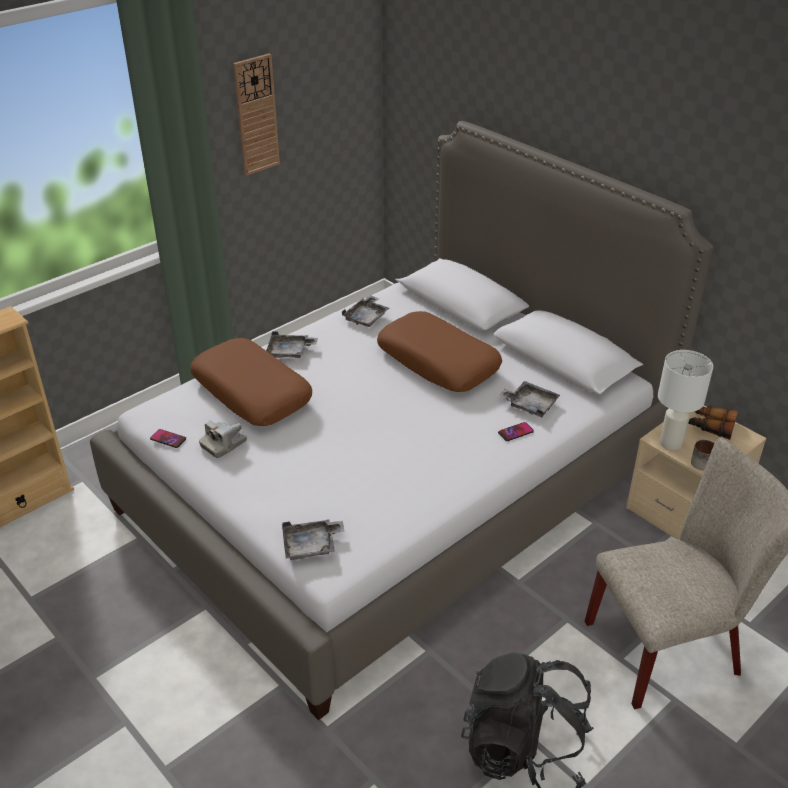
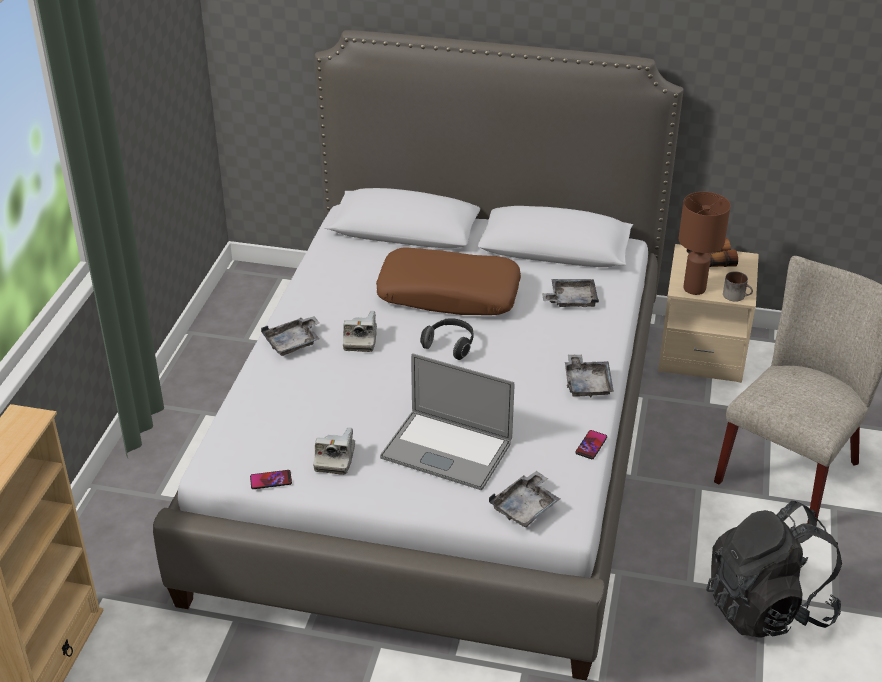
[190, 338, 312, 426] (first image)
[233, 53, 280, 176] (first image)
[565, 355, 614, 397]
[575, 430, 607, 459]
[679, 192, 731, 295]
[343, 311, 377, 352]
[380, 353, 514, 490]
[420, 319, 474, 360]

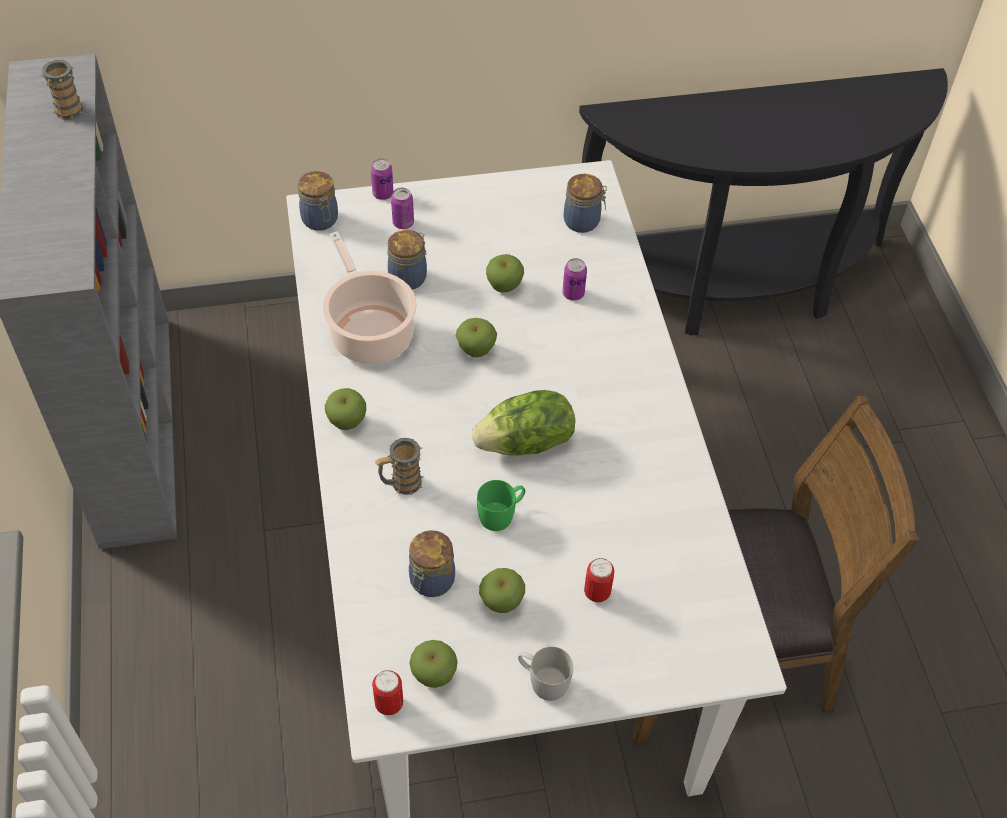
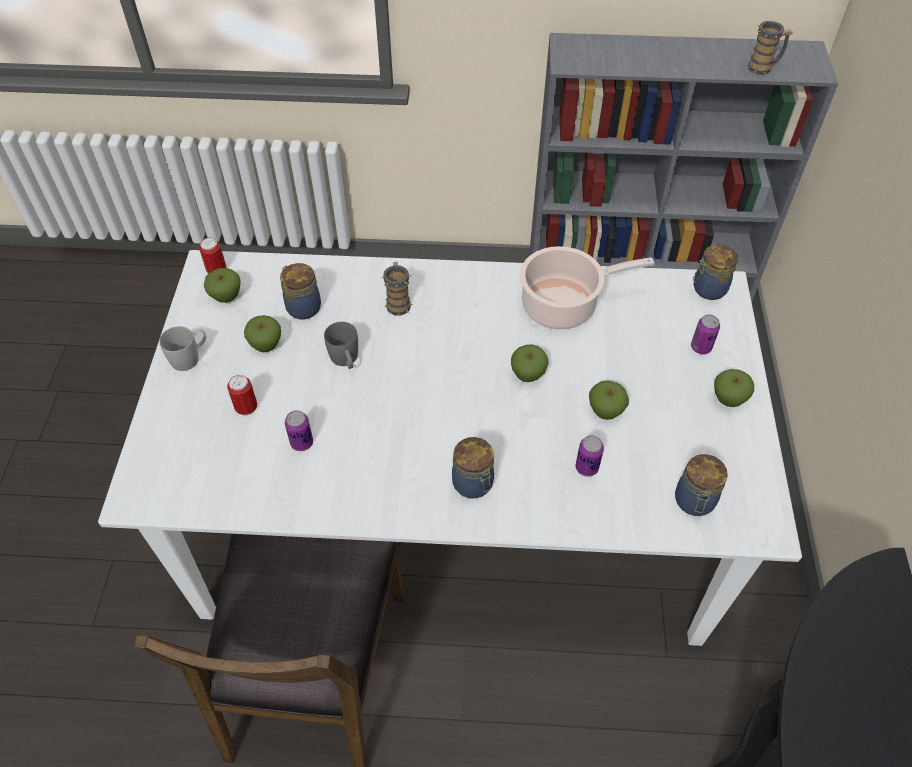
[714, 369, 754, 407]
[285, 410, 313, 451]
[452, 437, 494, 499]
[472, 390, 575, 455] (first image)
[324, 322, 358, 369]

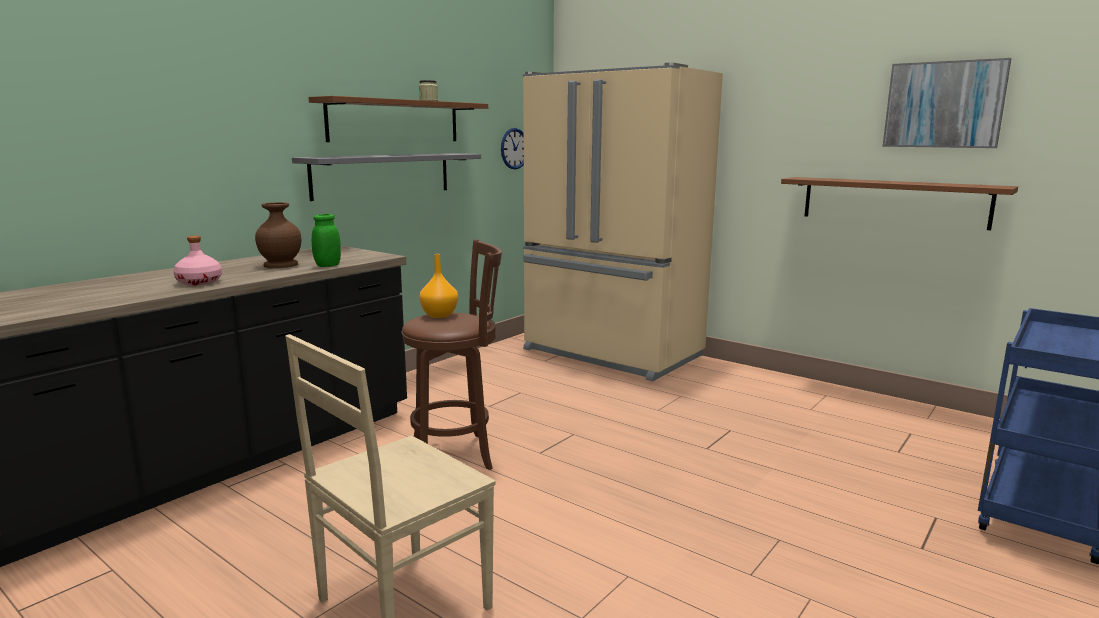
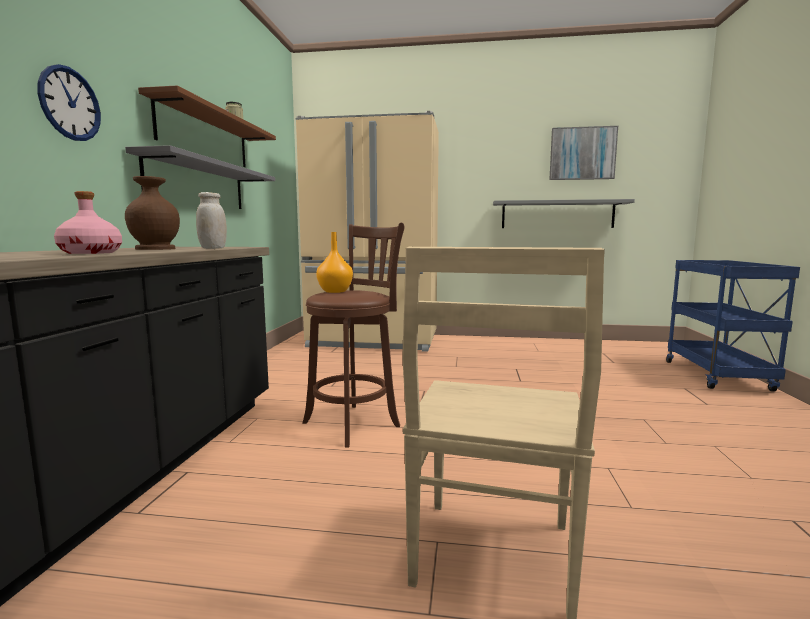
[196, 192, 227, 249]
[37, 64, 101, 141]
[493, 199, 635, 228]

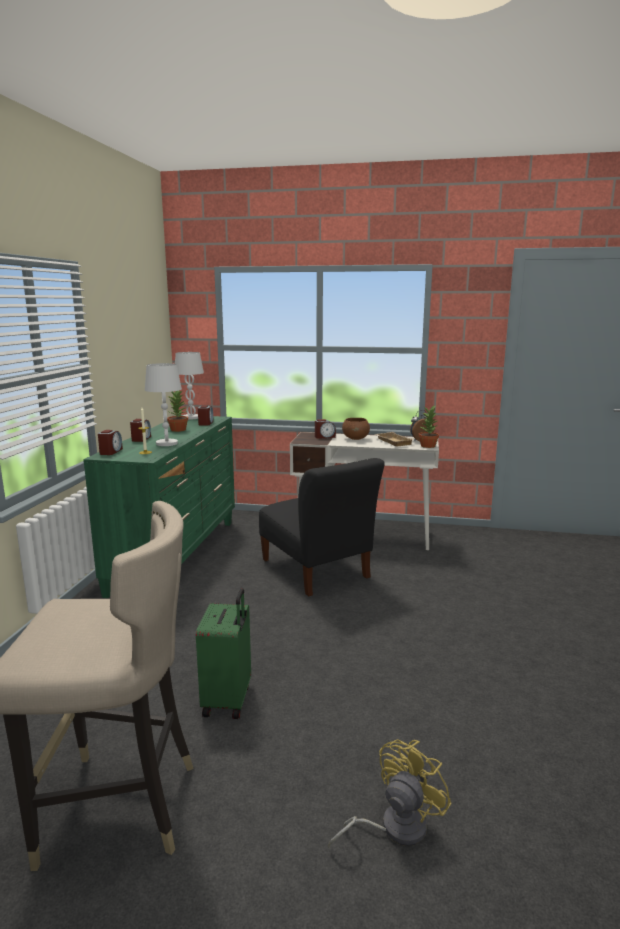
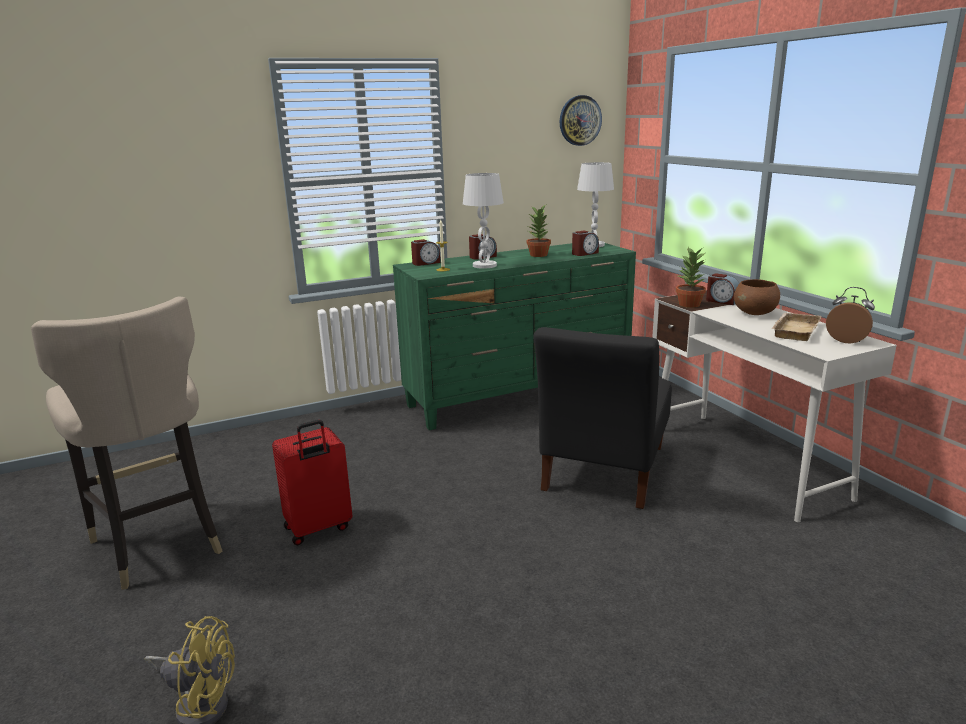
[272, 420, 352, 545]
[676, 247, 706, 308]
[560, 95, 602, 146]

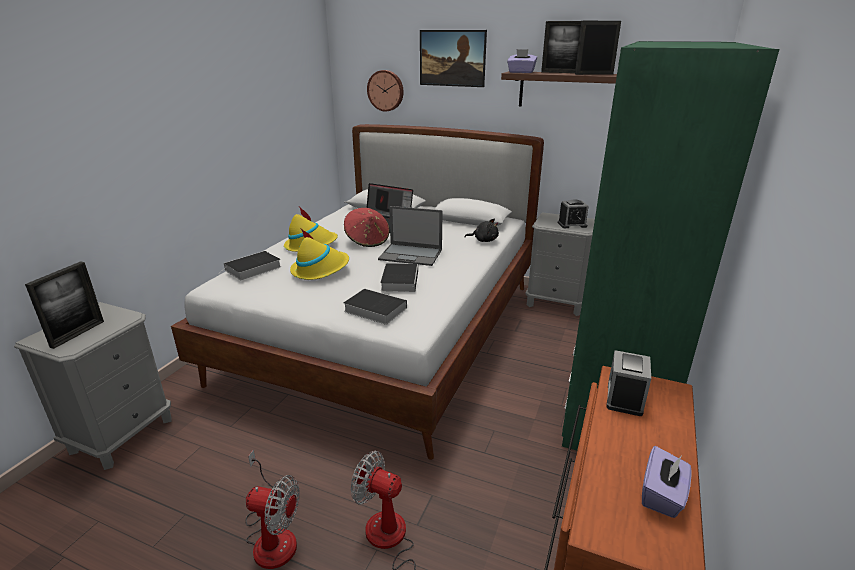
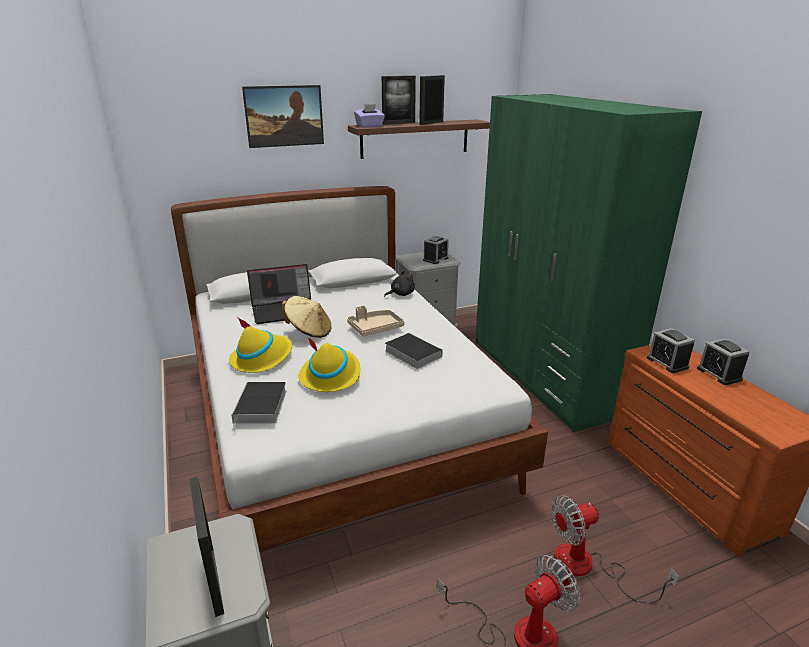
[343, 289, 407, 325] (first image)
[282, 296, 332, 338]
[367, 70, 404, 112] (first image)
[347, 305, 404, 336]
[642, 446, 692, 518] (first image)
[697, 338, 750, 385]

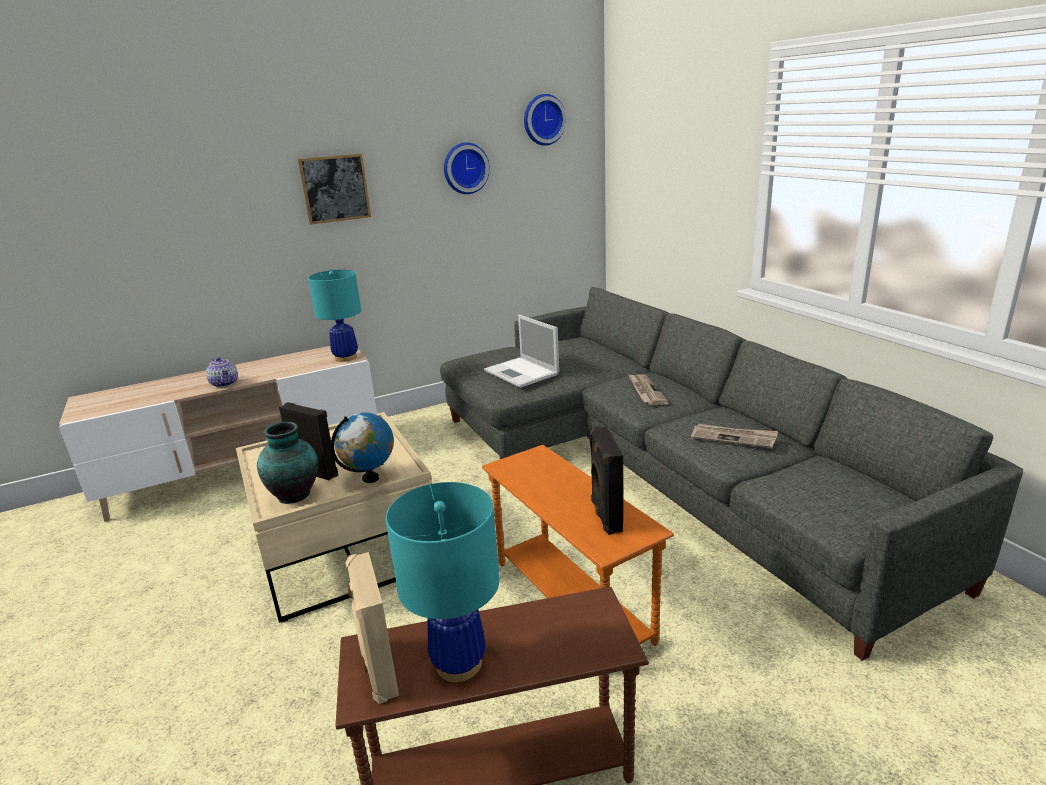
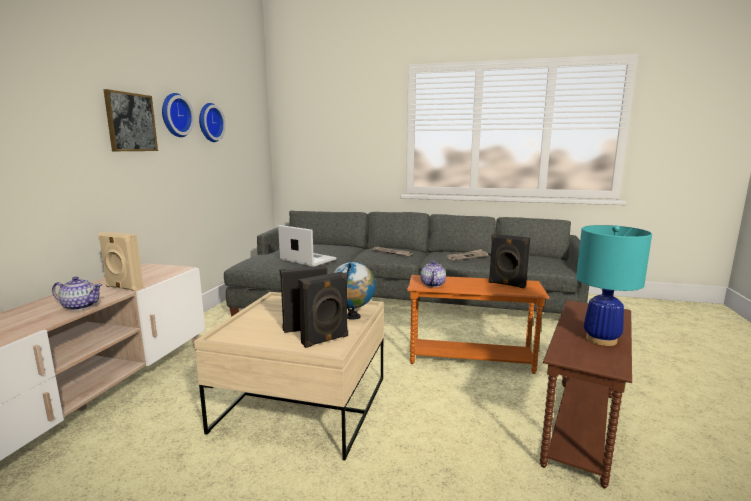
[298, 272, 348, 348]
[308, 270, 361, 362] (first image)
[98, 232, 144, 291]
[278, 225, 336, 267]
[162, 93, 194, 137]
[420, 261, 446, 287]

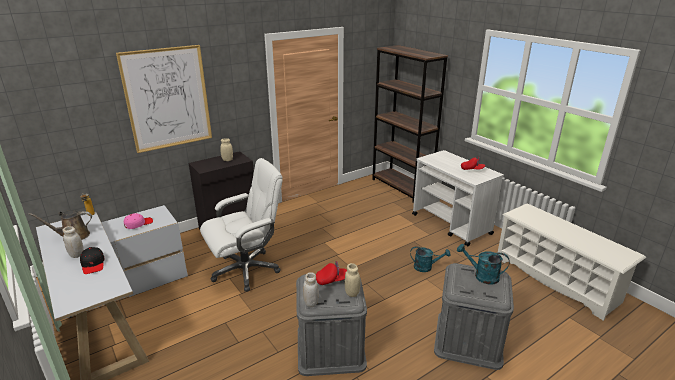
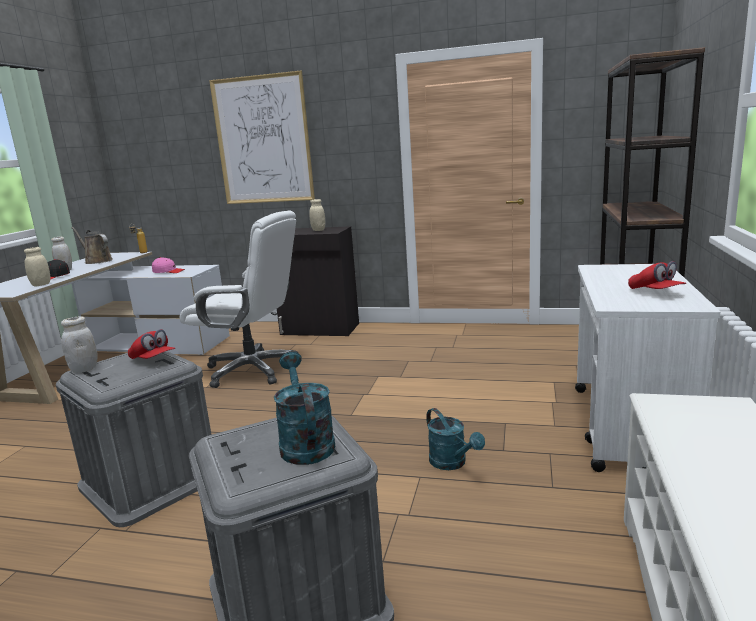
[24, 247, 50, 287]

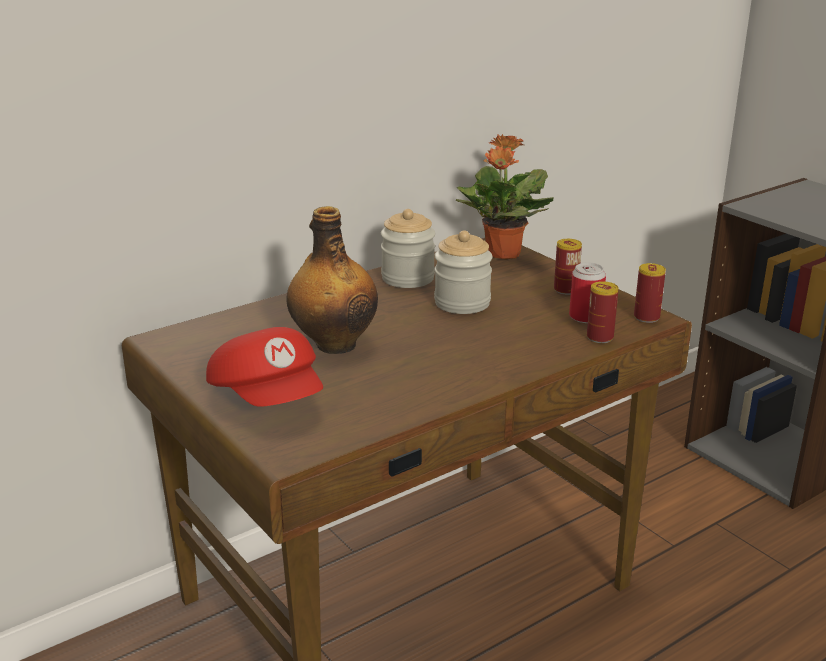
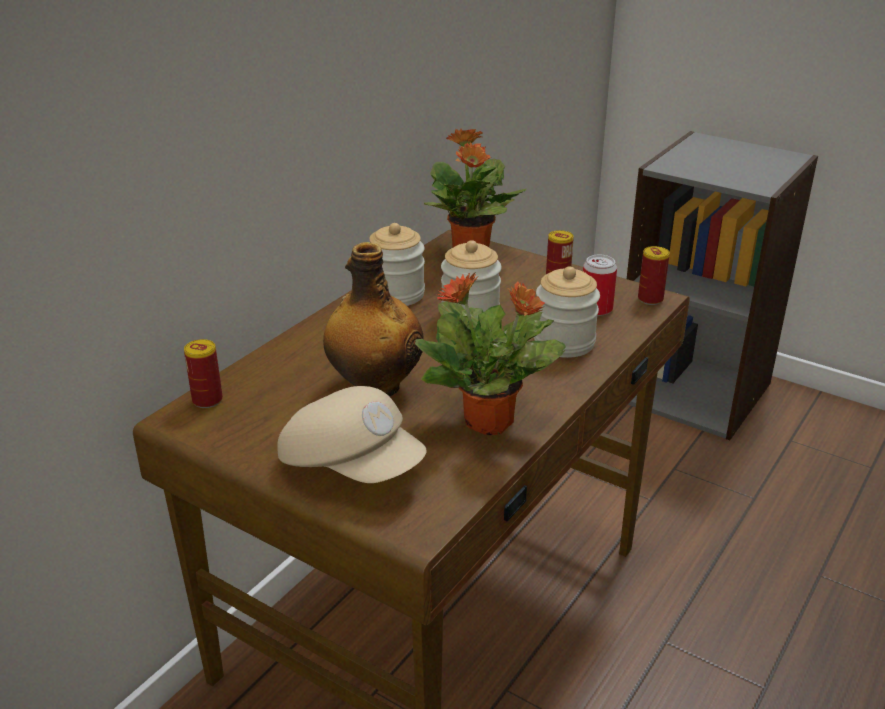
[277, 386, 427, 483]
[184, 339, 223, 408]
[415, 273, 566, 435]
[534, 266, 600, 358]

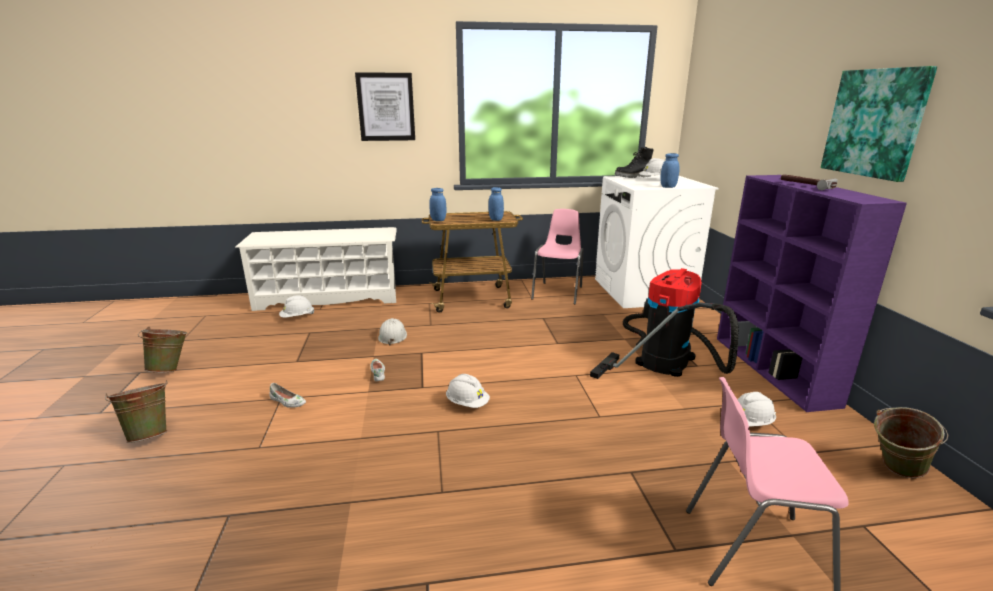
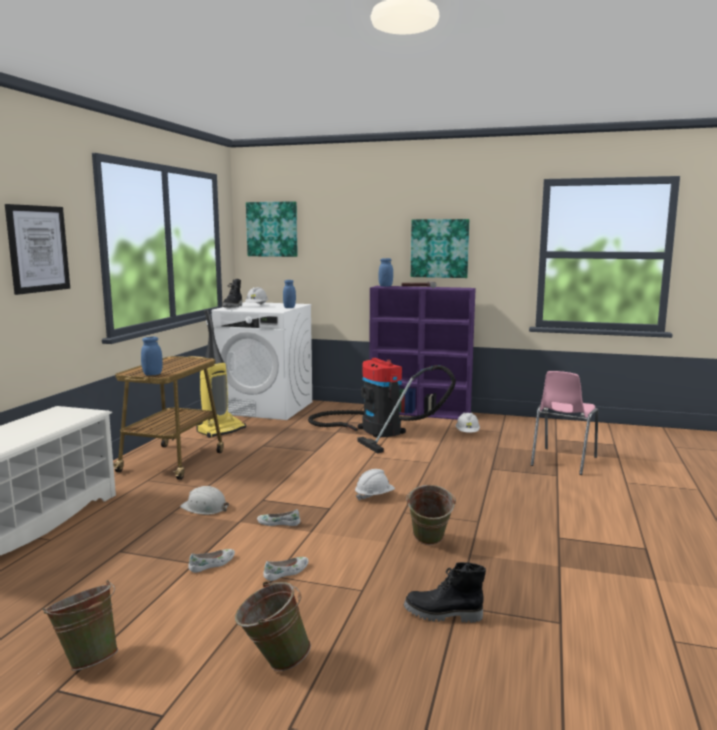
[279, 295, 314, 318] (first image)
[378, 258, 393, 287]
[196, 310, 246, 438]
[406, 485, 456, 545]
[189, 549, 235, 573]
[246, 201, 298, 257]
[404, 562, 486, 623]

